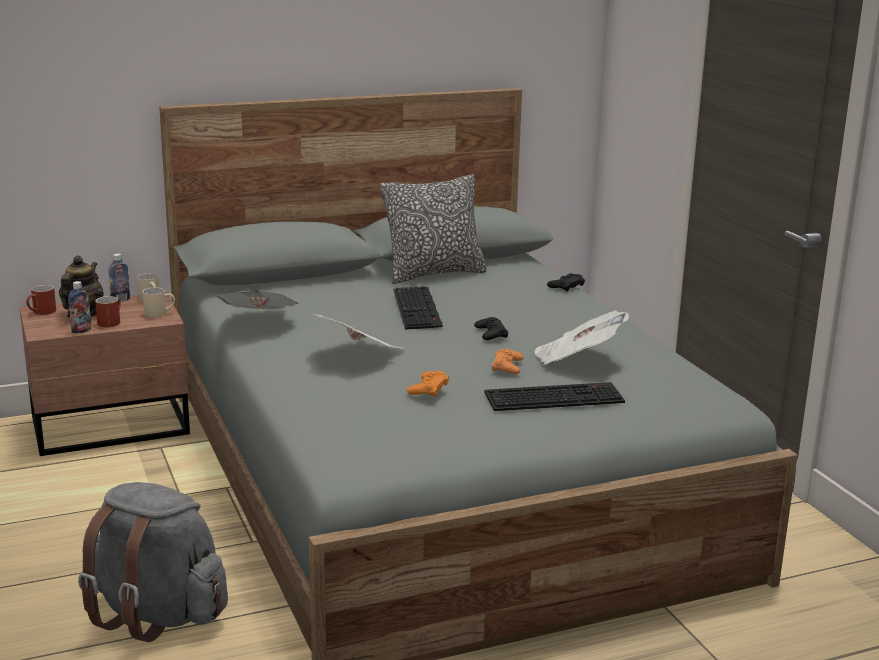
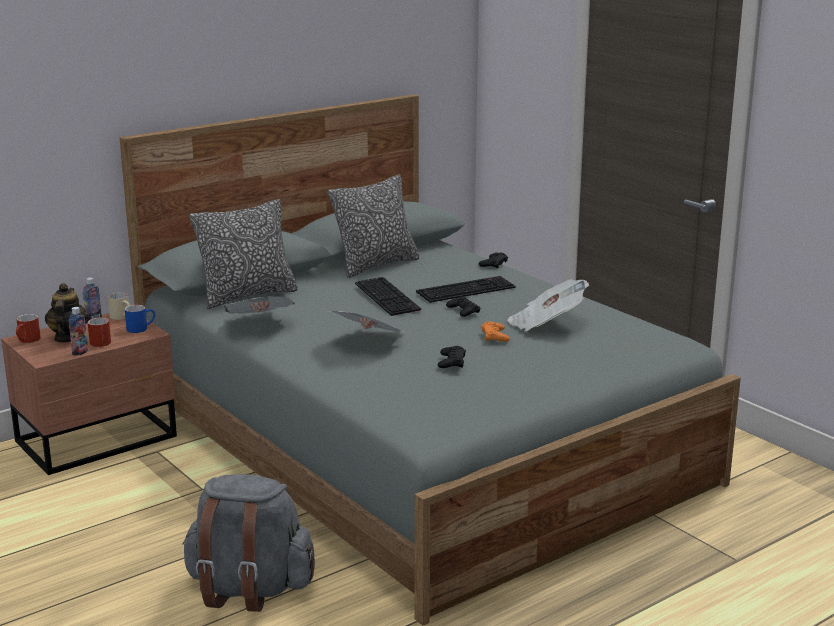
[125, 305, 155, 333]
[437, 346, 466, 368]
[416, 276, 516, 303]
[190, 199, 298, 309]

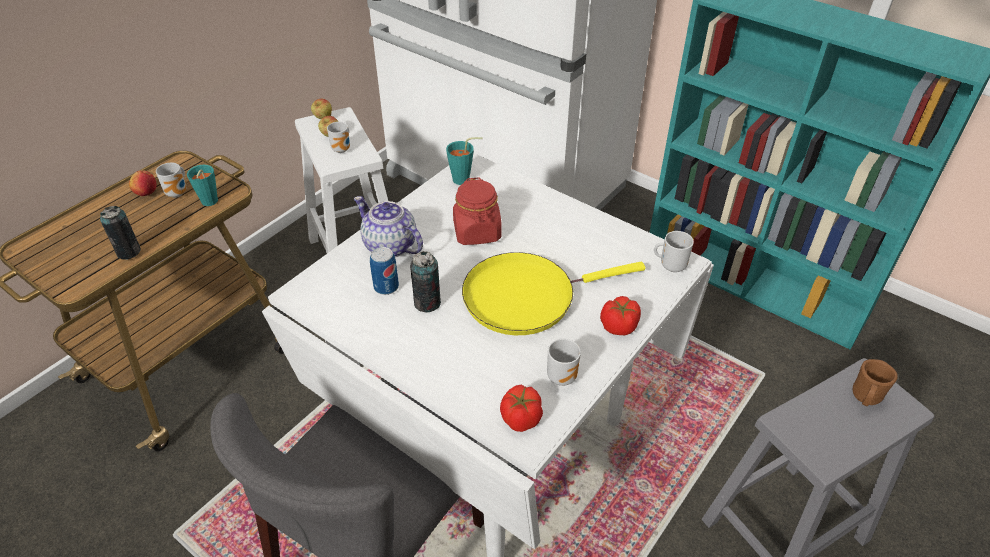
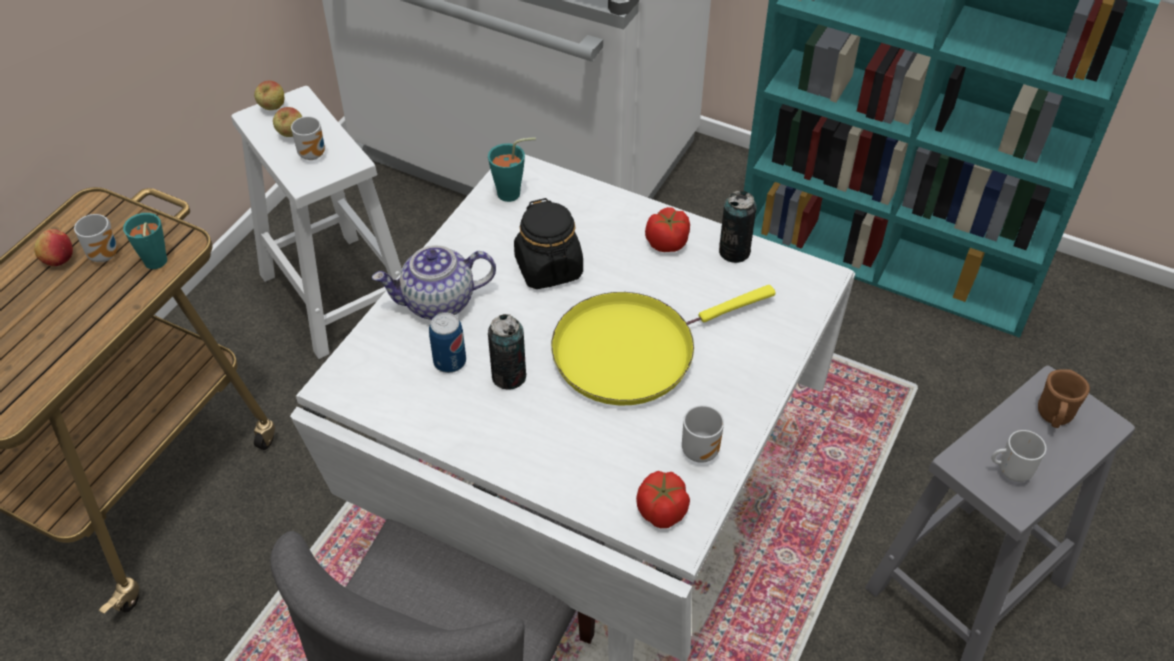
[719, 191, 757, 263]
[372, 245, 496, 320]
[514, 198, 583, 289]
[645, 207, 690, 252]
[991, 430, 1046, 482]

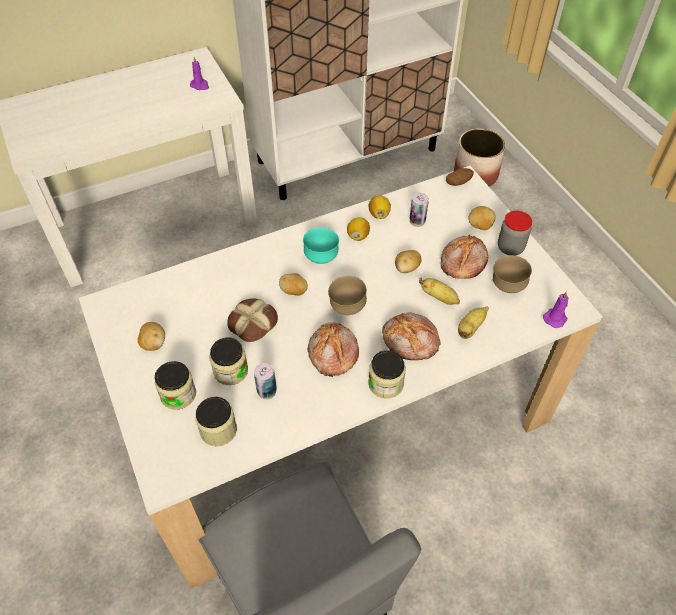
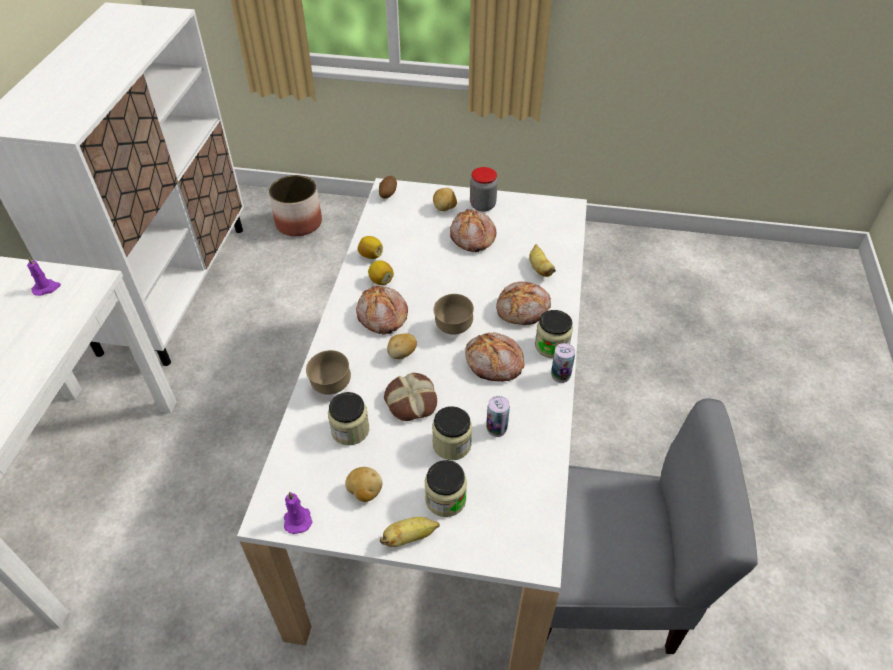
[328, 392, 369, 446]
[356, 286, 408, 335]
[395, 250, 421, 273] (first image)
[551, 343, 575, 383]
[380, 517, 440, 547]
[306, 350, 351, 395]
[284, 492, 312, 534]

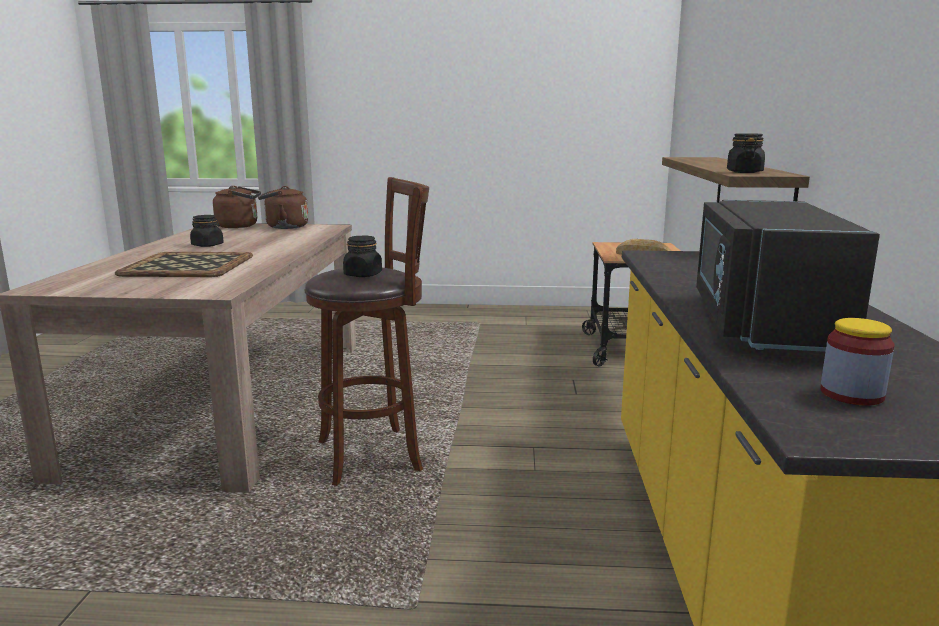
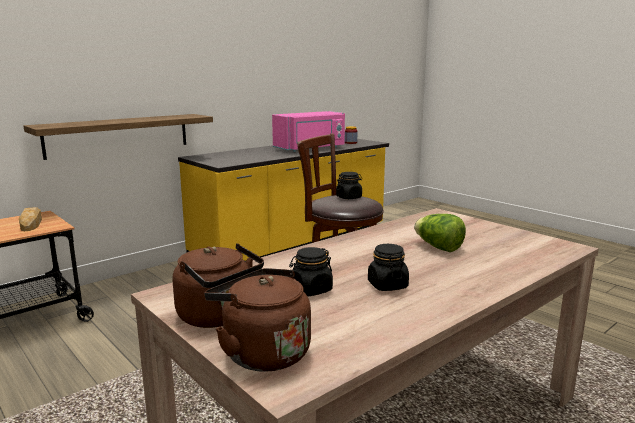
[414, 214, 466, 252]
[272, 111, 345, 152]
[289, 247, 333, 296]

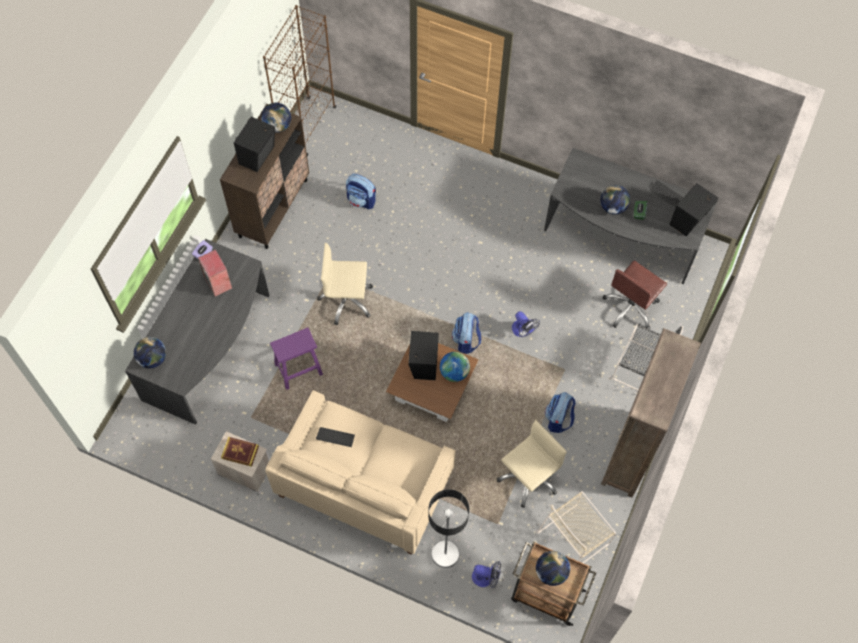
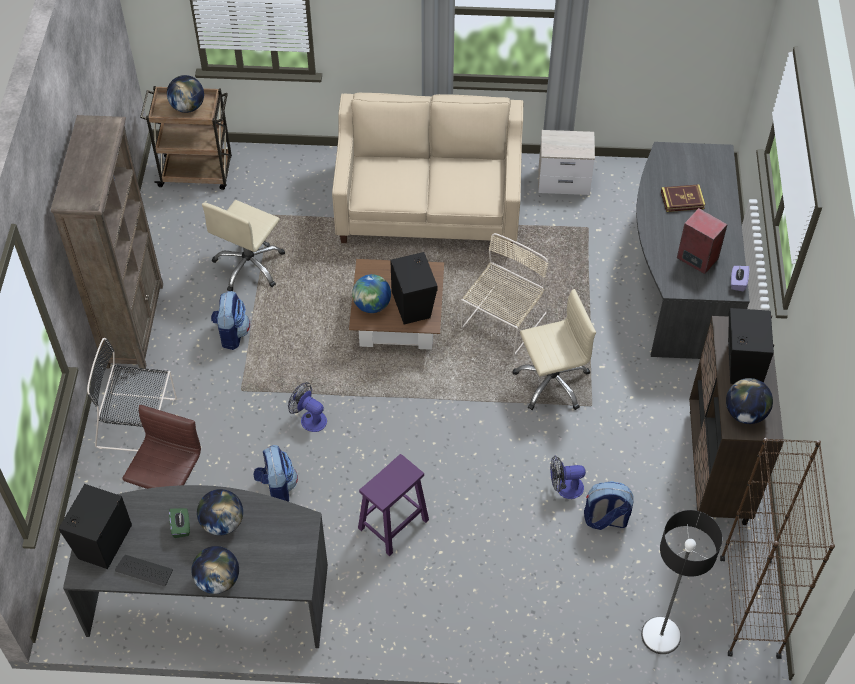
[191, 546, 239, 594]
[661, 184, 705, 212]
[358, 454, 429, 556]
[316, 427, 355, 447] (first image)
[641, 510, 722, 654]
[253, 445, 298, 502]
[550, 456, 586, 499]
[460, 233, 548, 355]

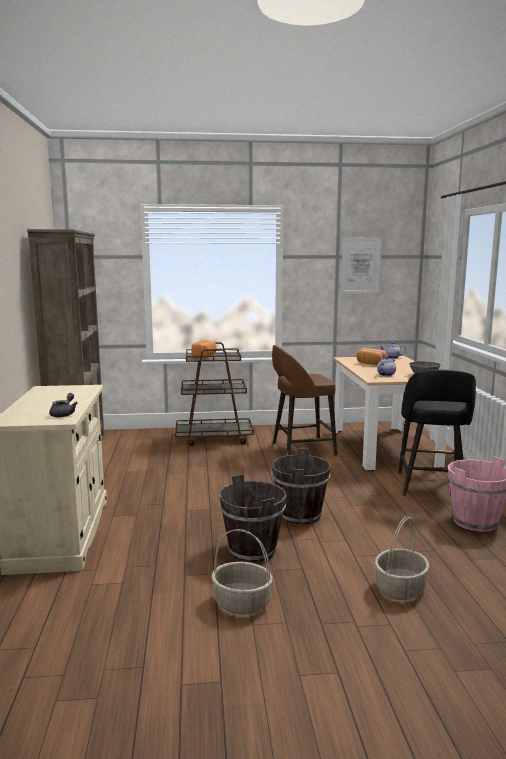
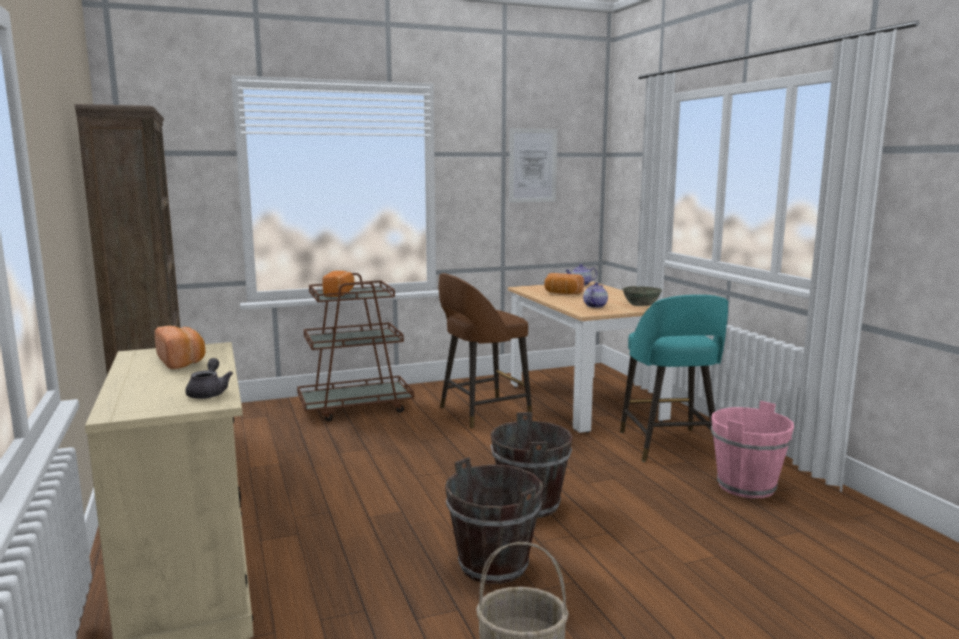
[375, 516, 429, 600] (first image)
[620, 295, 728, 462]
[155, 326, 205, 369]

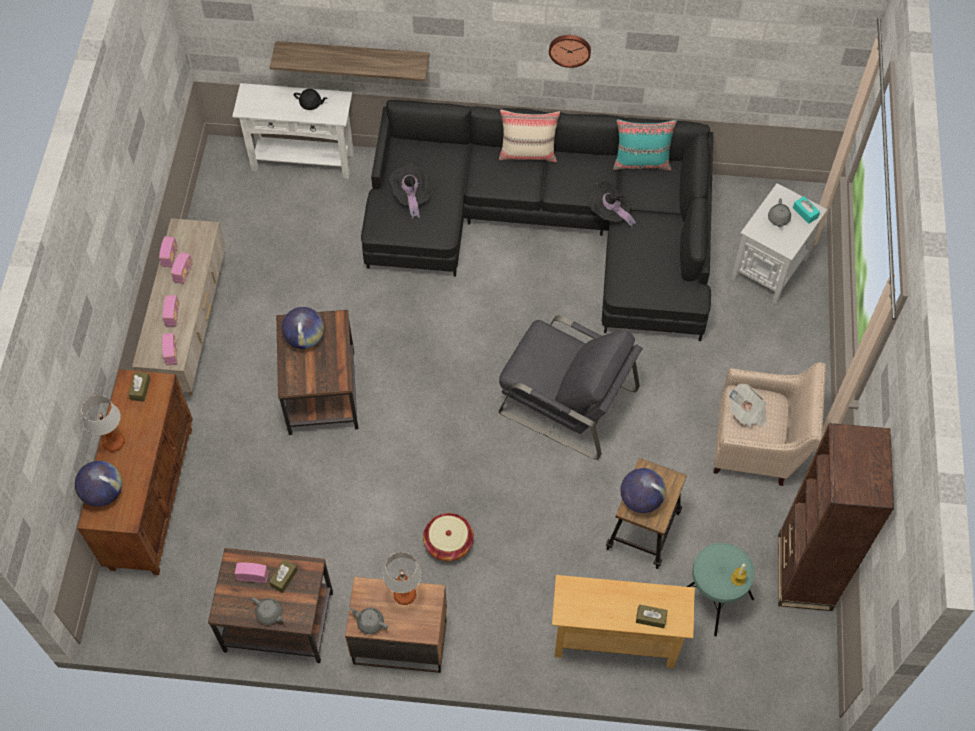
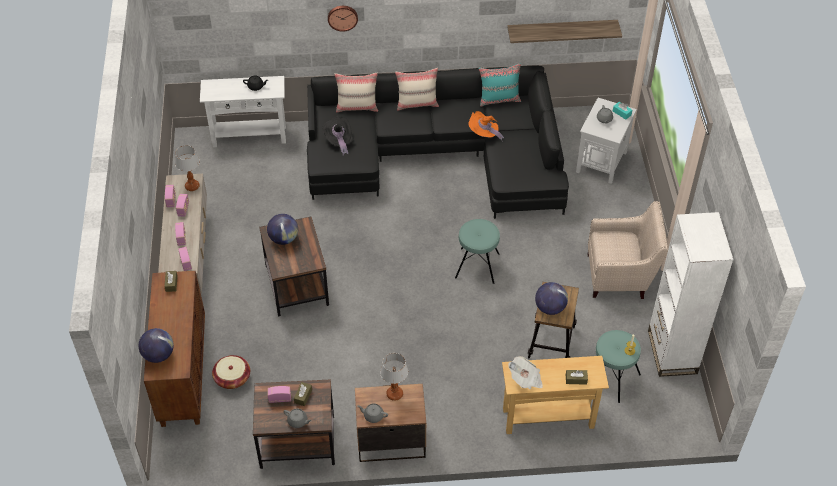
[175, 145, 200, 191]
[507, 20, 622, 43]
[212, 355, 250, 389]
[455, 219, 500, 284]
[328, 6, 358, 32]
[468, 111, 504, 140]
[508, 356, 543, 389]
[648, 212, 734, 377]
[334, 73, 378, 112]

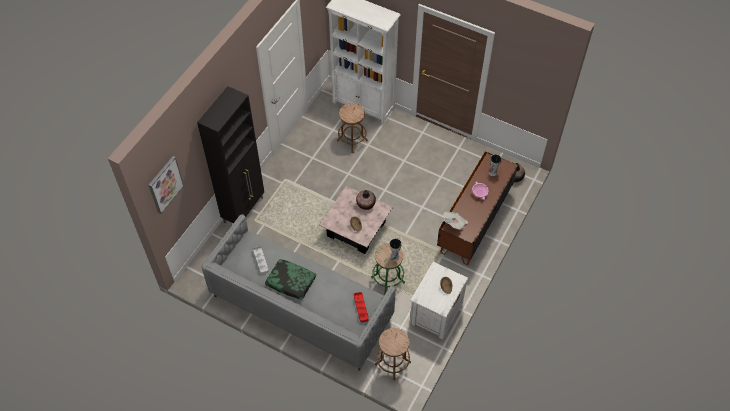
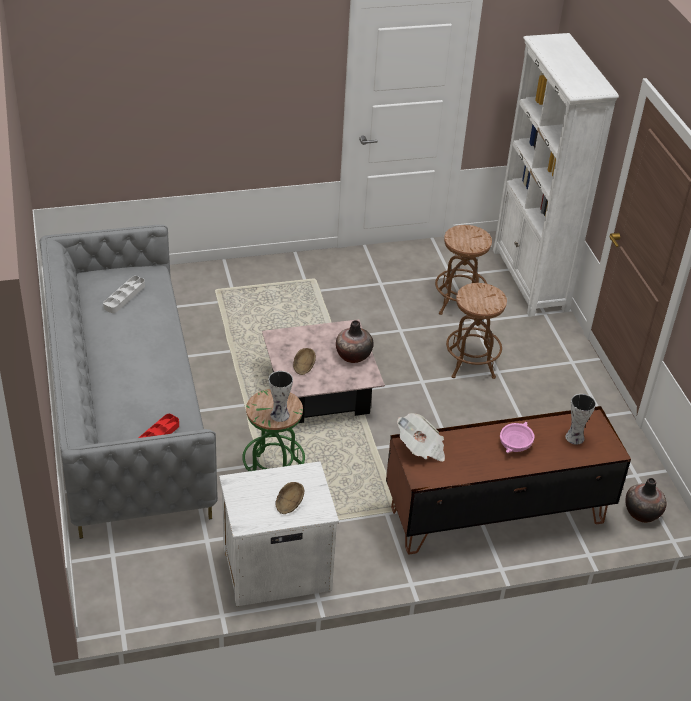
[149, 156, 184, 214] (first image)
[197, 86, 264, 223] (first image)
[265, 259, 316, 300] (first image)
[446, 283, 507, 379]

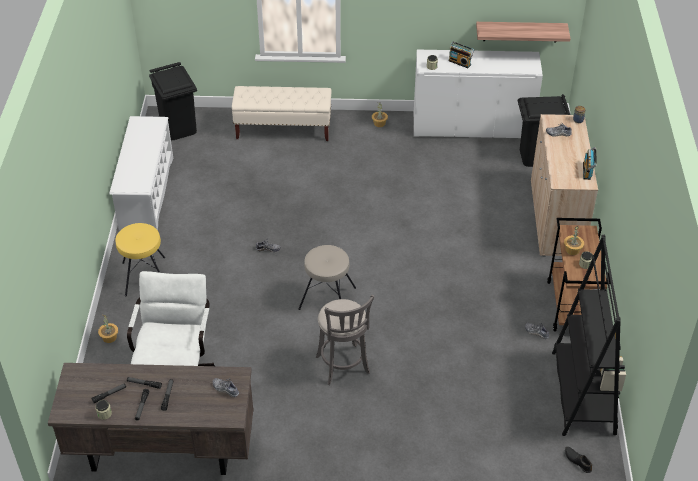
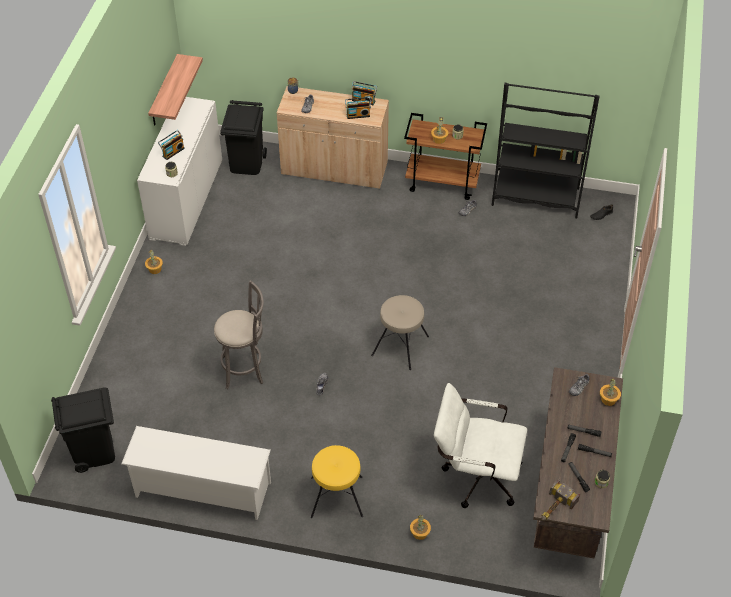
[232, 86, 331, 141] (first image)
[214, 281, 264, 389]
[345, 97, 371, 119]
[541, 479, 580, 521]
[600, 379, 621, 406]

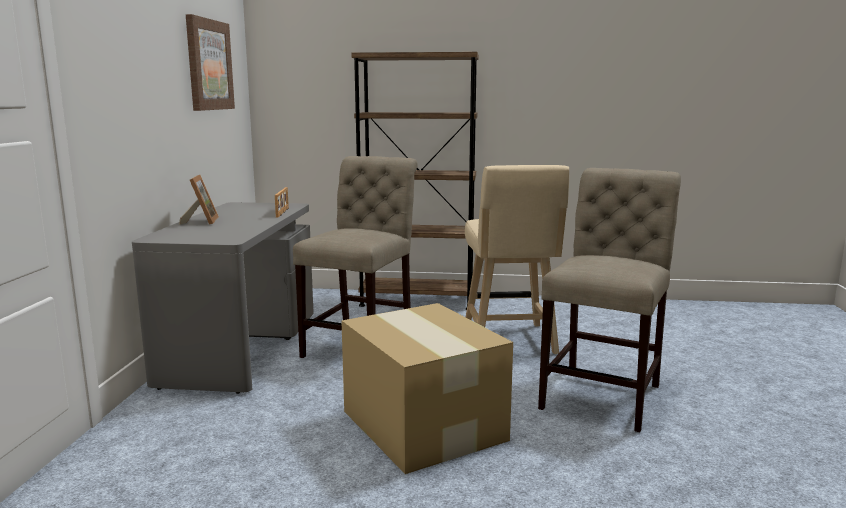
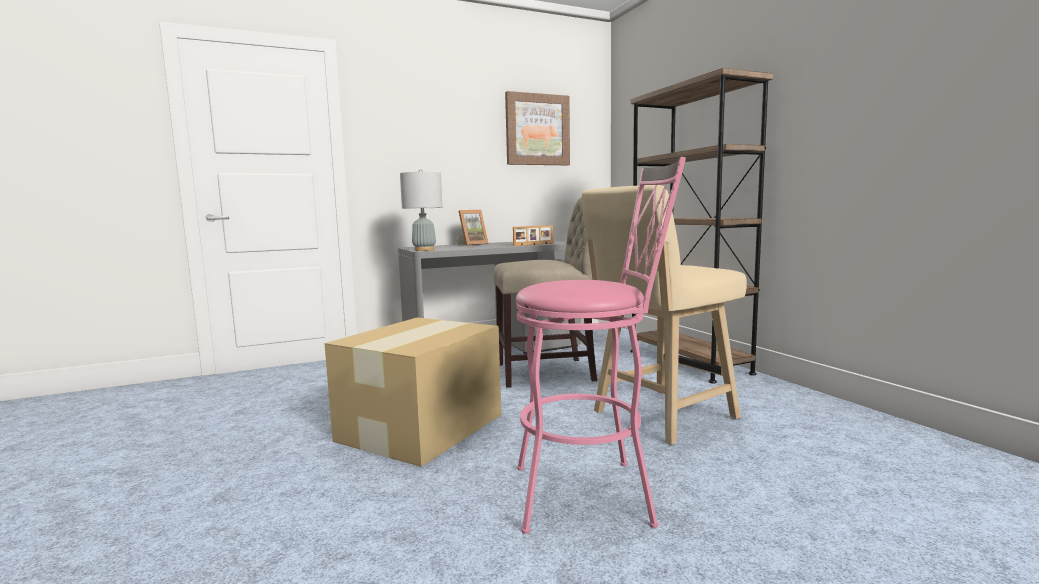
[516, 157, 686, 534]
[400, 169, 442, 251]

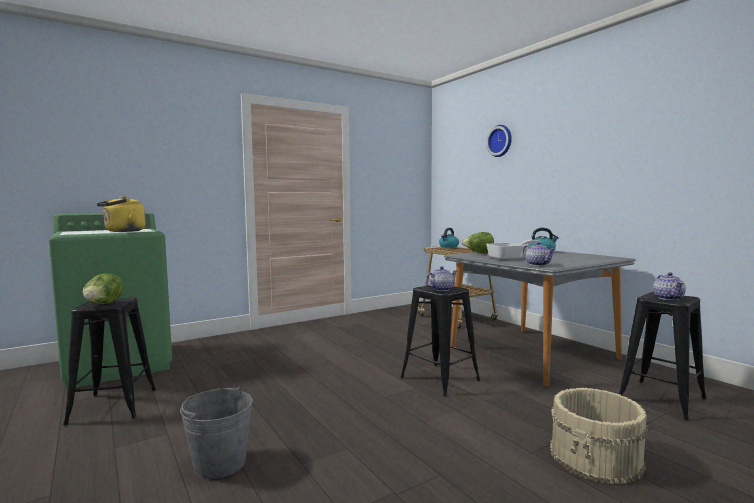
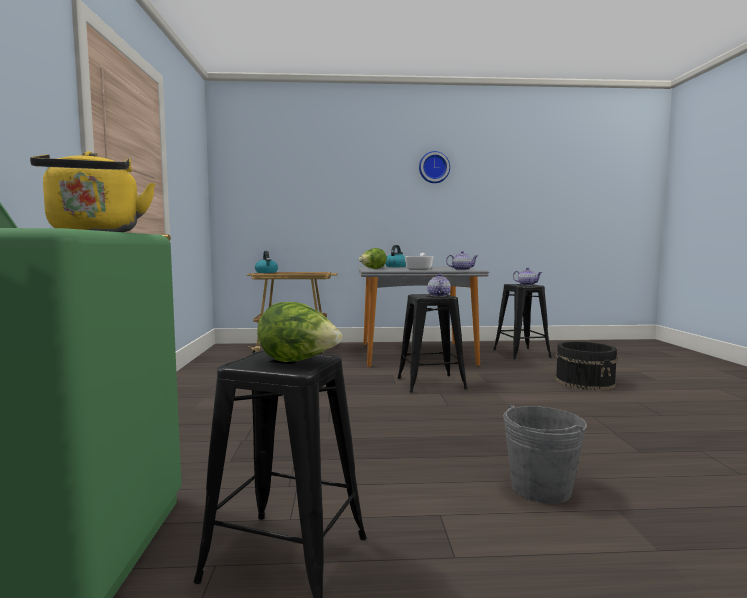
[419, 151, 450, 183]
[555, 341, 618, 390]

